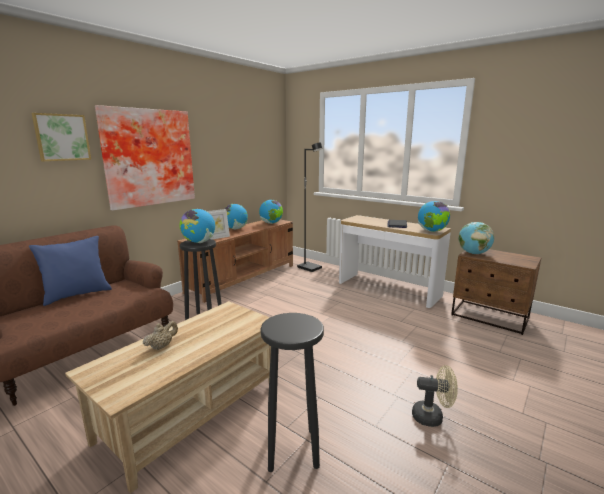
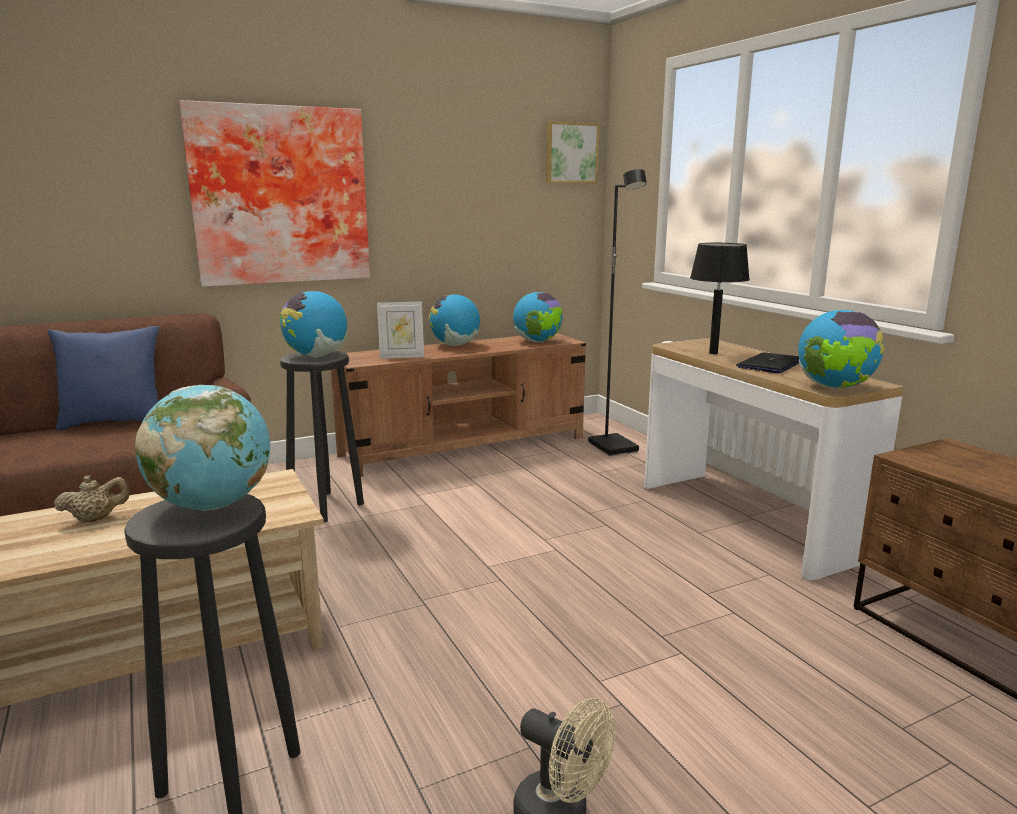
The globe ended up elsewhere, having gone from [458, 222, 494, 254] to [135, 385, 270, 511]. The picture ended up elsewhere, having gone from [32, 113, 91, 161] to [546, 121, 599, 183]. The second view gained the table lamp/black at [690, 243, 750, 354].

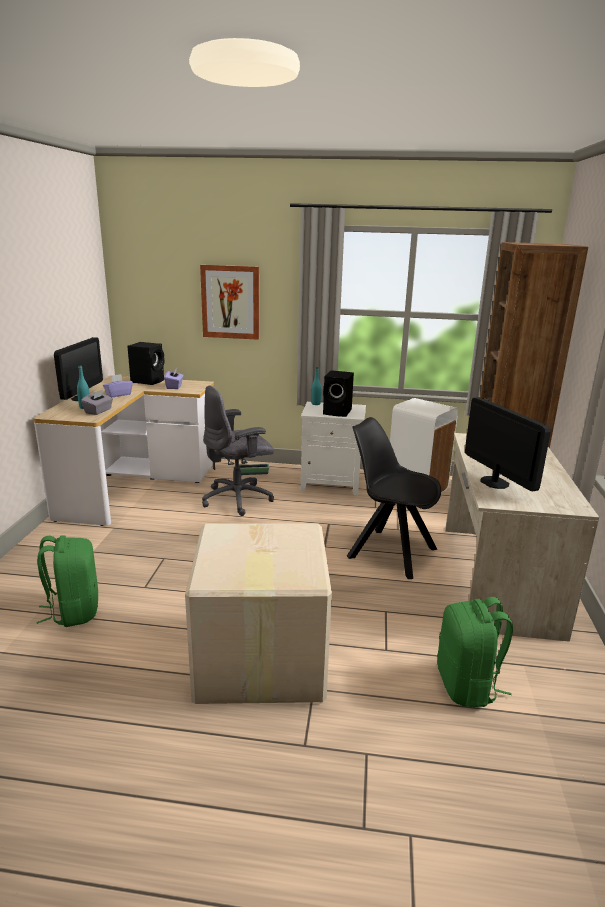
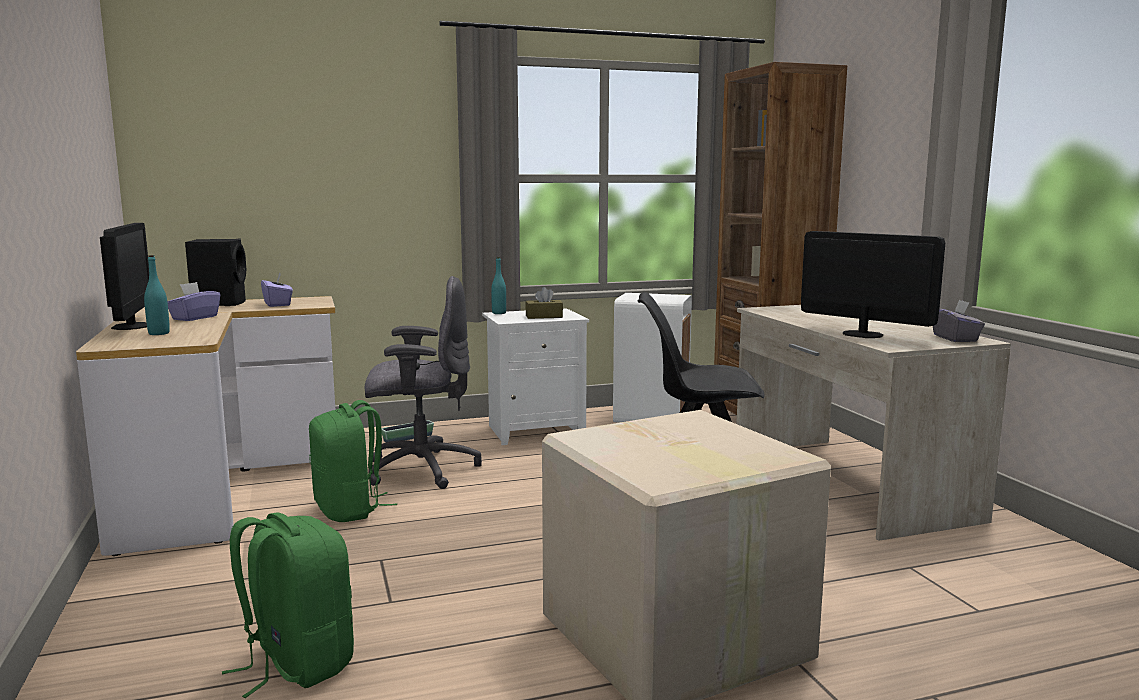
The backpack/green ended up elsewhere, having gone from [437, 597, 513, 707] to [309, 400, 397, 522]. The office chair/grey at [202, 386, 274, 516] ended up facing another way, 135 degrees counterclockwise from before. Where the speaker/black stood at [323, 370, 354, 417], the tissue box/brown came to stand at [525, 287, 563, 319]. The tissue box/grey ended up elsewhere, having gone from [81, 390, 113, 415] to [933, 299, 985, 342]. The second view lost the picture at [200, 265, 259, 340].

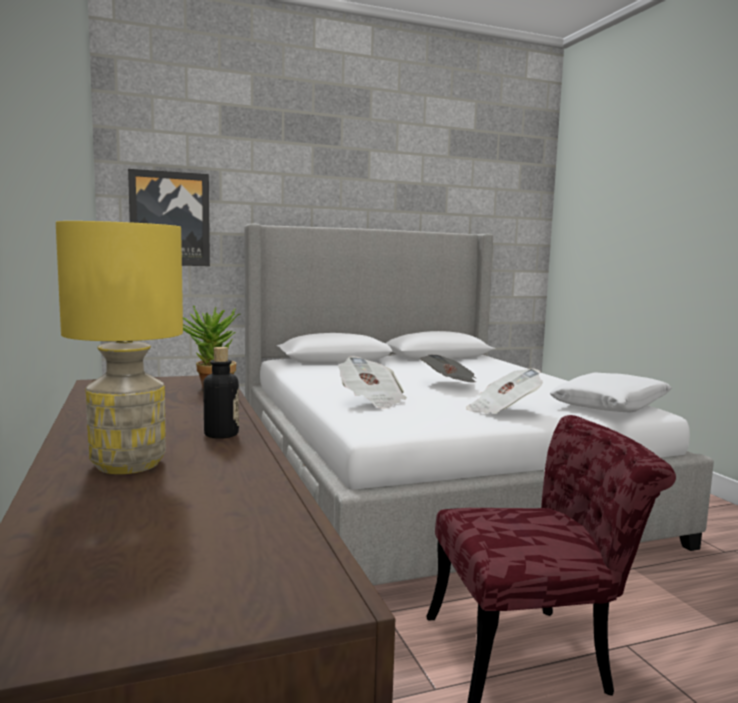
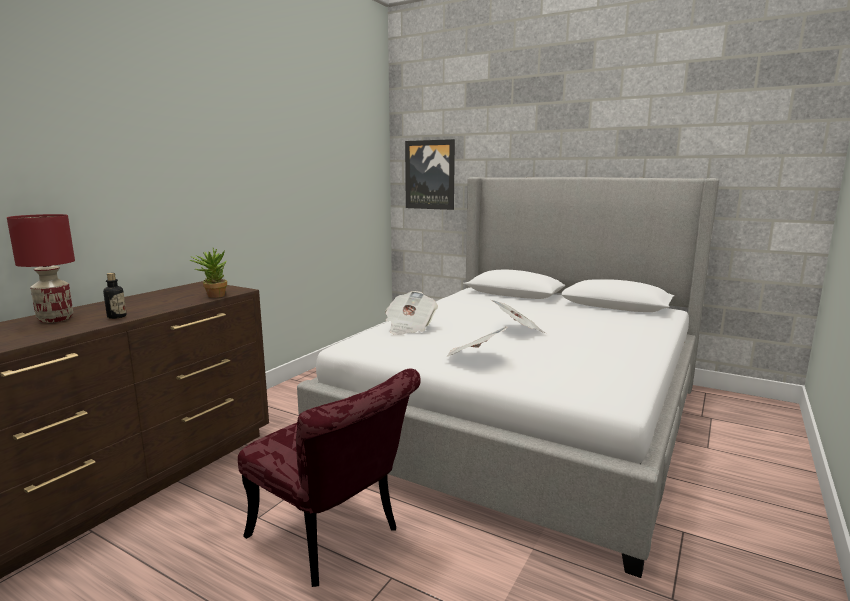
What was the table lamp/yellow at [56, 221, 183, 474] turned into the table lamp/red at [7, 214, 75, 323]. The second view lost the pillow/white at [550, 372, 672, 413].

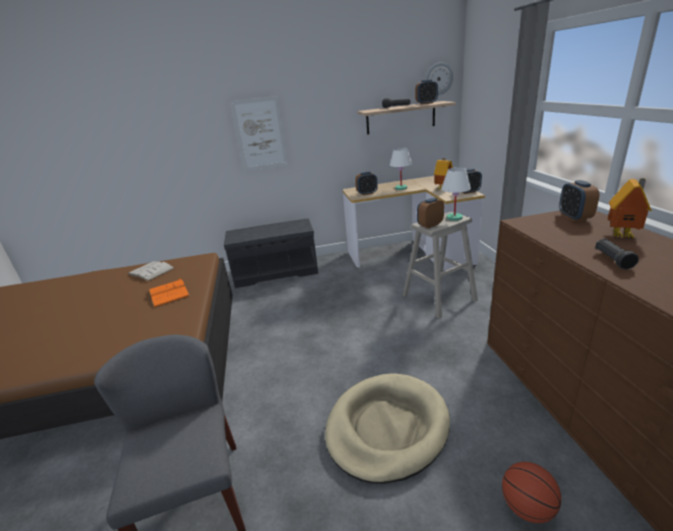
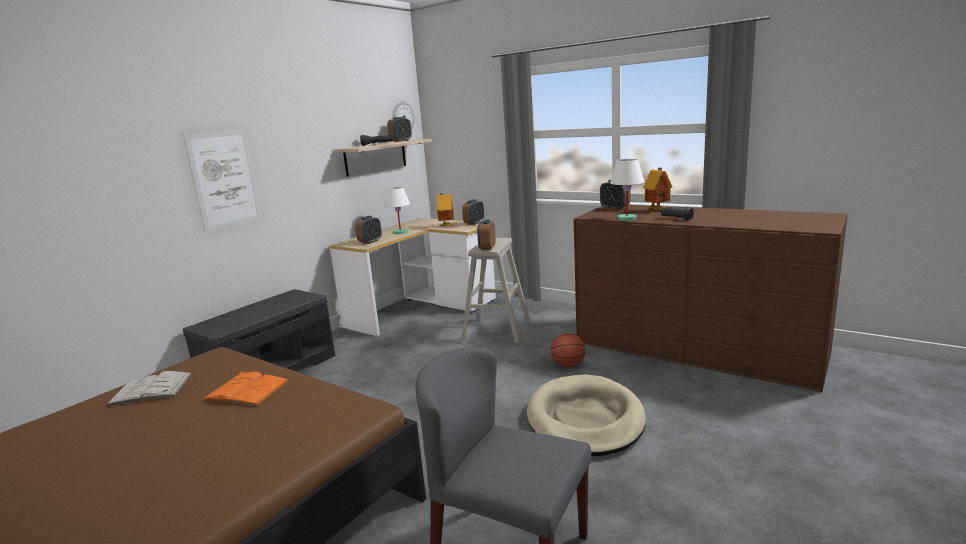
The basketball ended up elsewhere, having gone from [502, 462, 561, 523] to [551, 333, 586, 368]. The table lamp/white ended up elsewhere, having gone from [441, 167, 471, 221] to [610, 159, 645, 221].

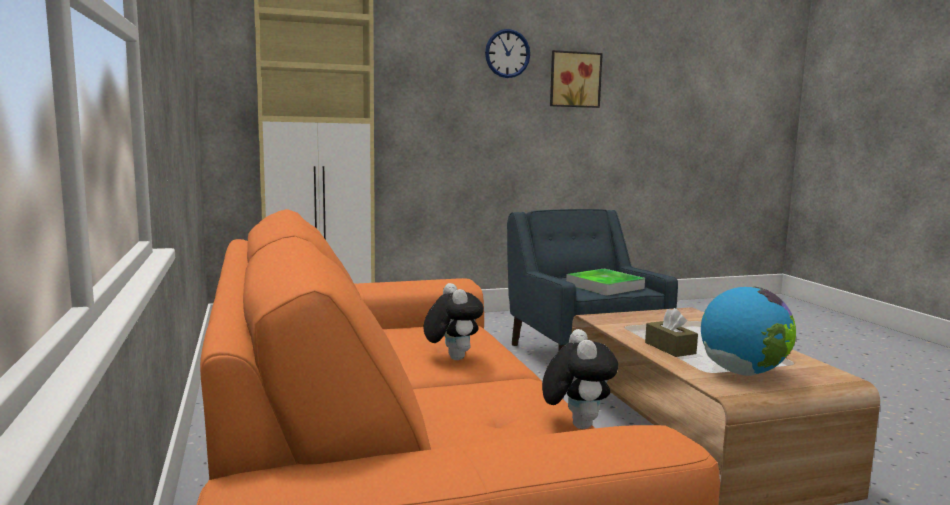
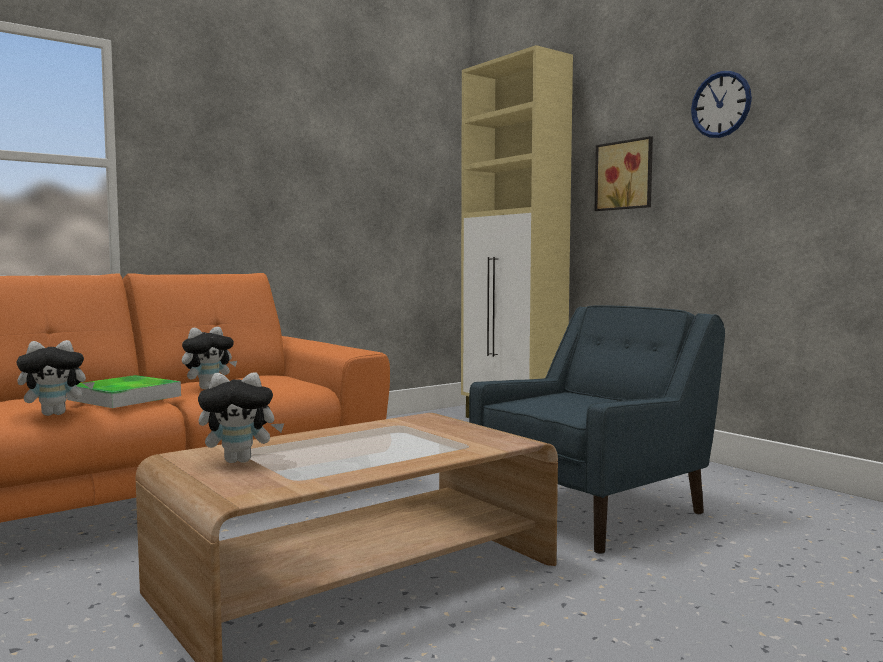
The tray ended up elsewhere, having gone from [566, 269, 645, 296] to [67, 375, 181, 408]. Where the globe stood at [701, 287, 796, 376], the plush toy came to stand at [198, 372, 284, 463]. The picture ended up elsewhere, having gone from [550, 50, 603, 108] to [595, 136, 653, 211]. The second view lost the tissue box/brown at [645, 308, 698, 357].

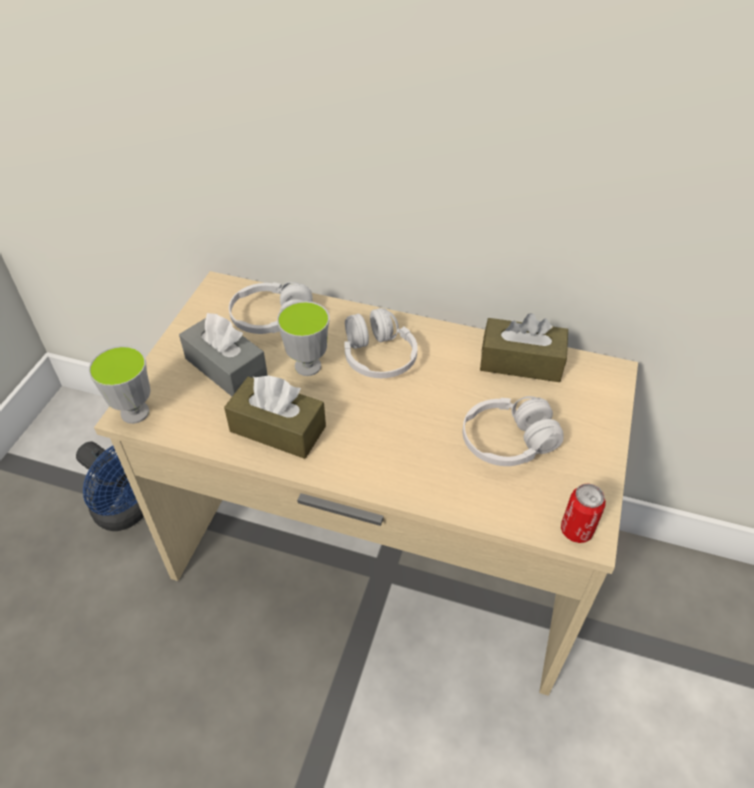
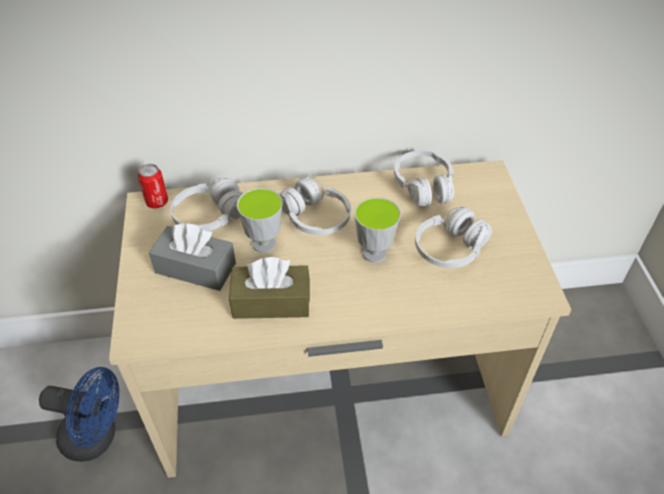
The can ended up elsewhere, having gone from [561, 483, 606, 543] to [138, 164, 168, 209]. The cup ended up elsewhere, having gone from [89, 346, 150, 424] to [354, 197, 401, 263]. Where the tissue box/brown stood at [480, 313, 568, 382], the headphones/white came to stand at [394, 150, 454, 207].

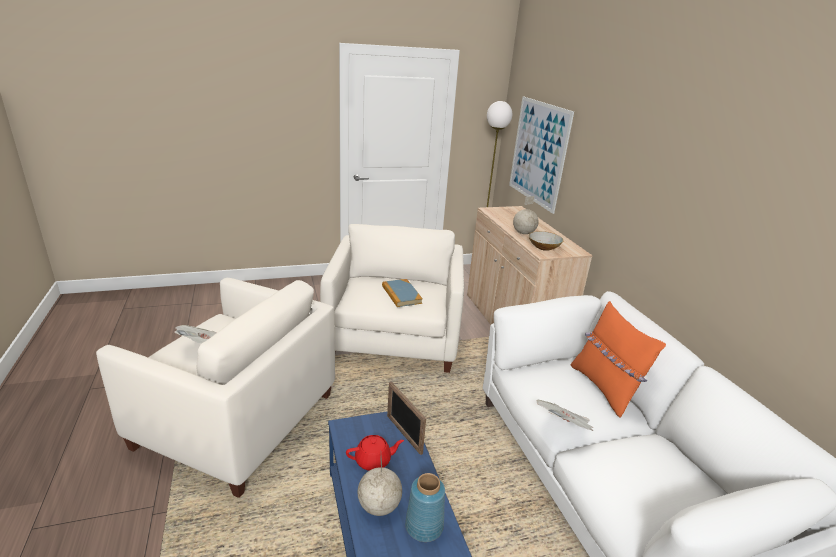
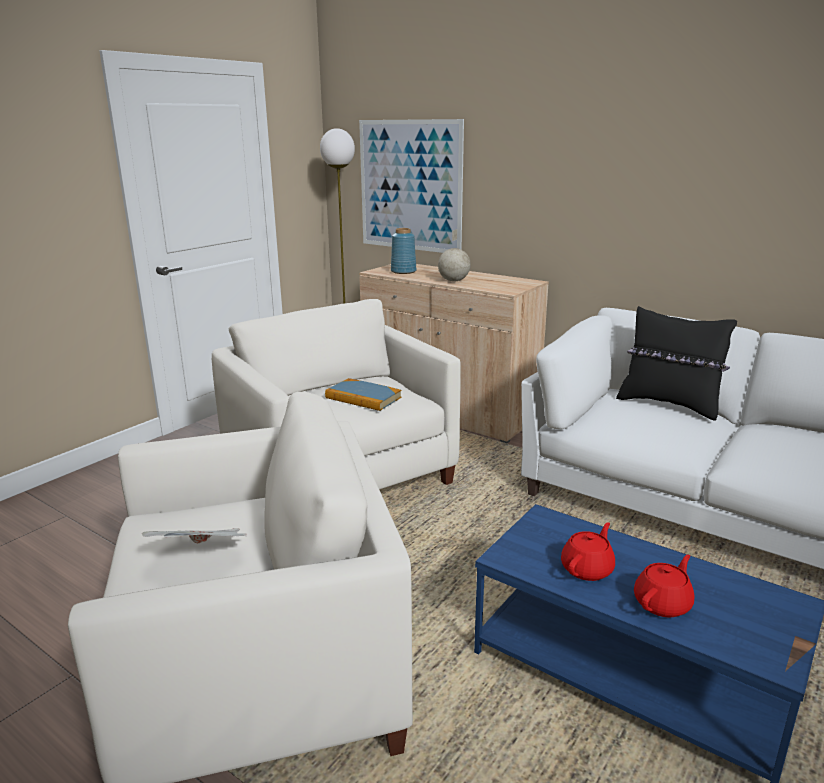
The vase/blue ended up elsewhere, having gone from [405, 473, 445, 542] to [391, 228, 417, 274]. What was the pillow/orange at [570, 301, 666, 418] turned into the pillow/black at [616, 306, 737, 421]. Where the globe stood at [357, 456, 402, 516], the teapot/red came to stand at [634, 555, 694, 618]. The second view lost the picture frame at [387, 382, 426, 455]. The second view lost the bowl at [529, 231, 564, 251]. The second view lost the newspaper at [537, 399, 593, 431].

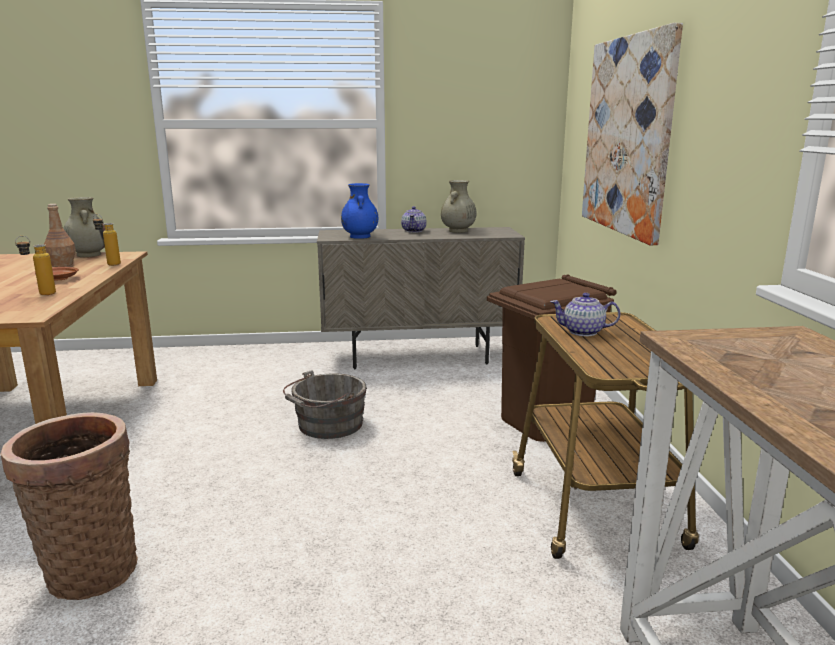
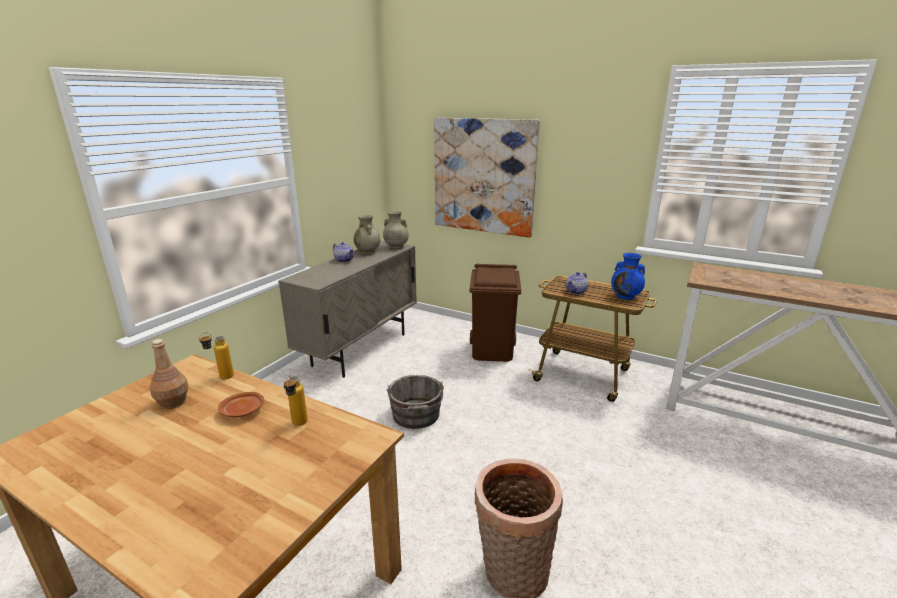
The vase/beige ended up elsewhere, having gone from [63, 197, 105, 257] to [383, 211, 409, 249]. The vase/blue ended up elsewhere, having gone from [341, 183, 378, 239] to [611, 253, 645, 300].

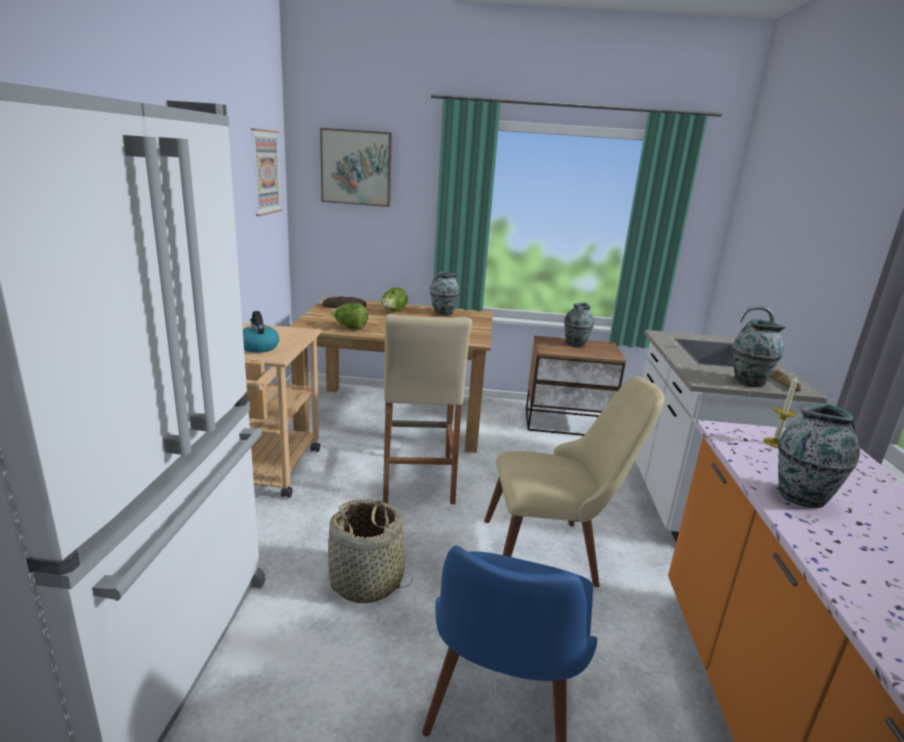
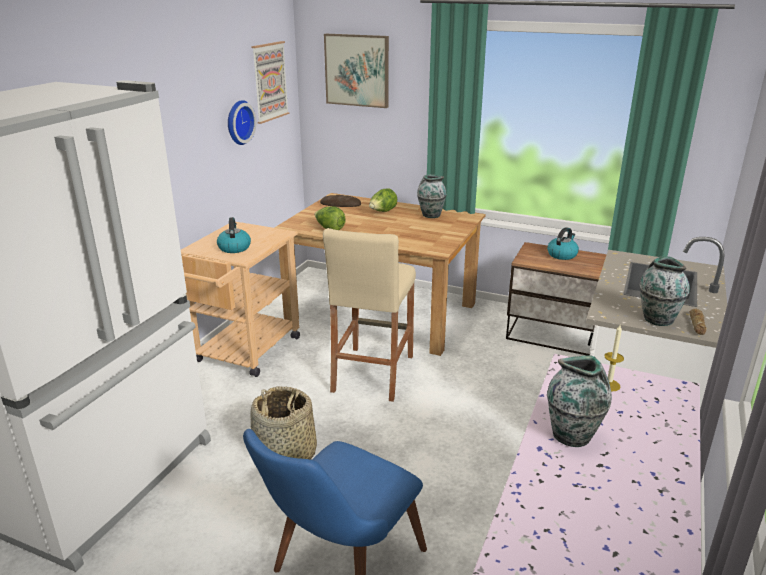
The second view gained the wall clock at [228, 100, 256, 145]. Where the vase stood at [564, 302, 594, 347], the kettle came to stand at [547, 227, 579, 260]. The second view lost the chair/beige at [484, 376, 665, 587].

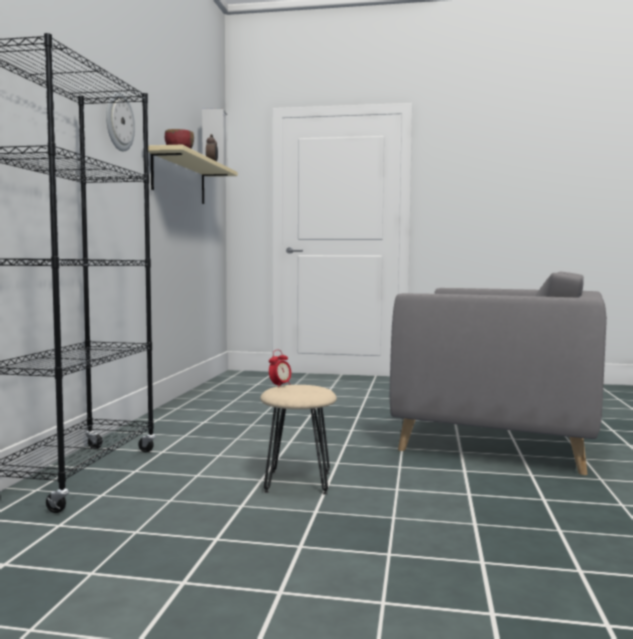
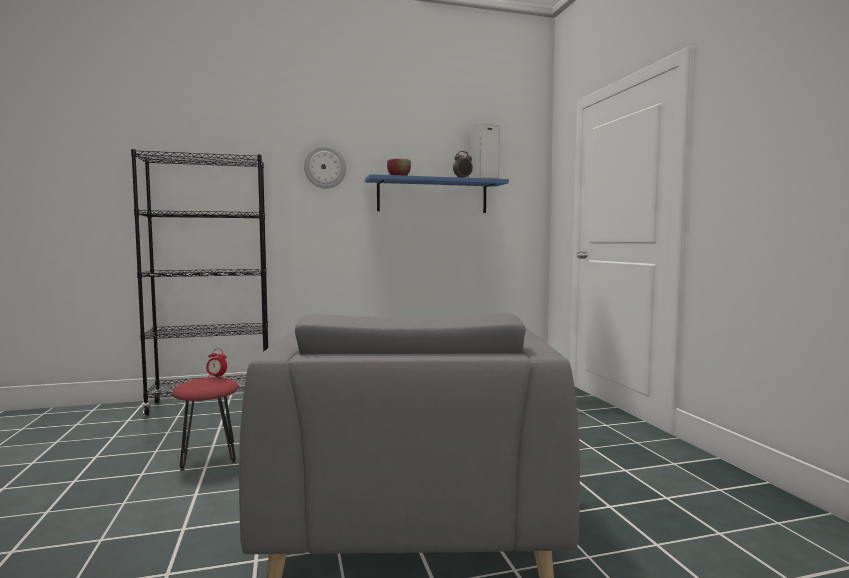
What was the stool/beige at [260, 385, 337, 495] turned into the stool/red at [172, 377, 239, 471]. What was the shelf/beige at [148, 145, 238, 204] turned into the shelf/blue at [365, 174, 509, 213].

